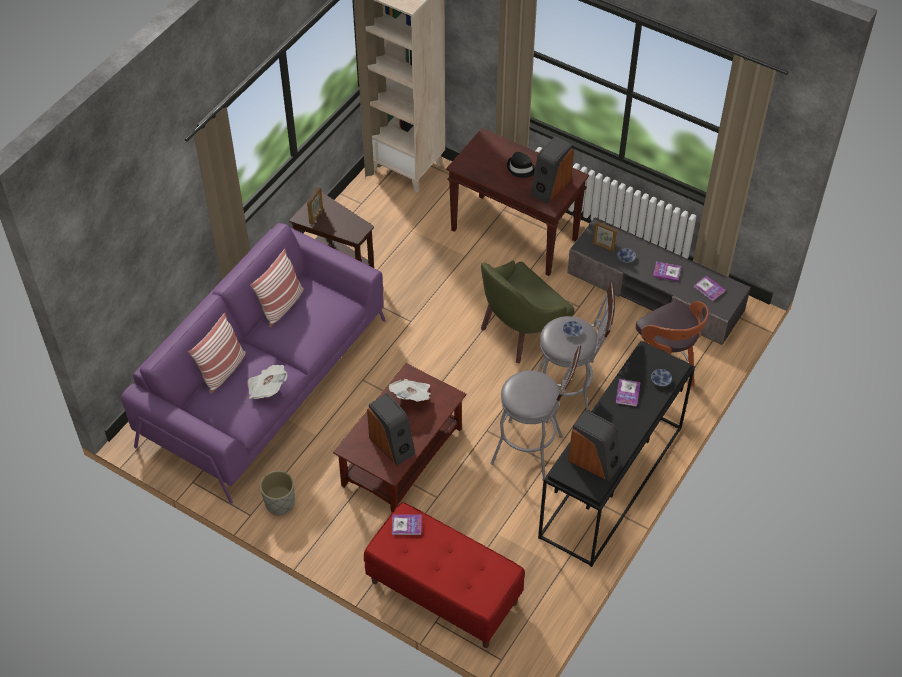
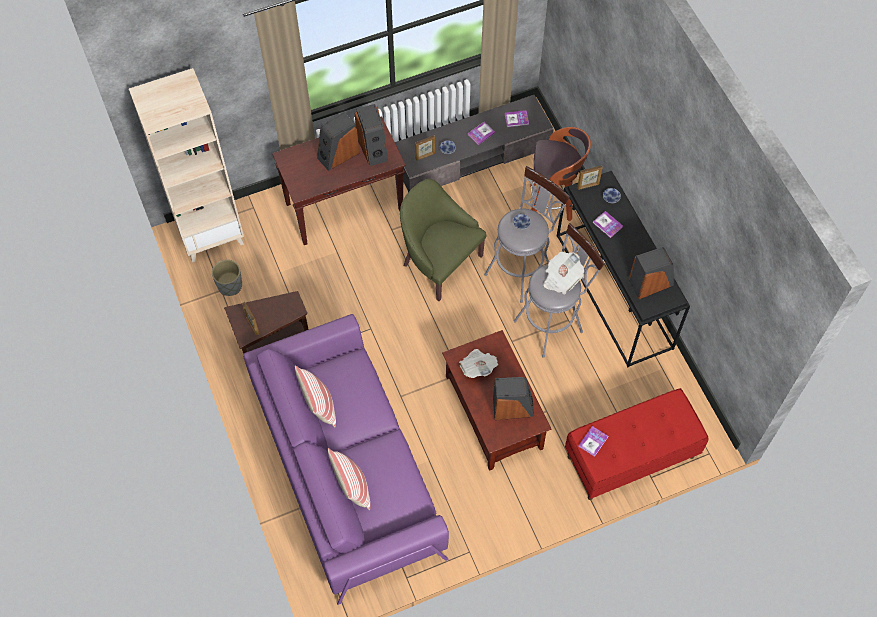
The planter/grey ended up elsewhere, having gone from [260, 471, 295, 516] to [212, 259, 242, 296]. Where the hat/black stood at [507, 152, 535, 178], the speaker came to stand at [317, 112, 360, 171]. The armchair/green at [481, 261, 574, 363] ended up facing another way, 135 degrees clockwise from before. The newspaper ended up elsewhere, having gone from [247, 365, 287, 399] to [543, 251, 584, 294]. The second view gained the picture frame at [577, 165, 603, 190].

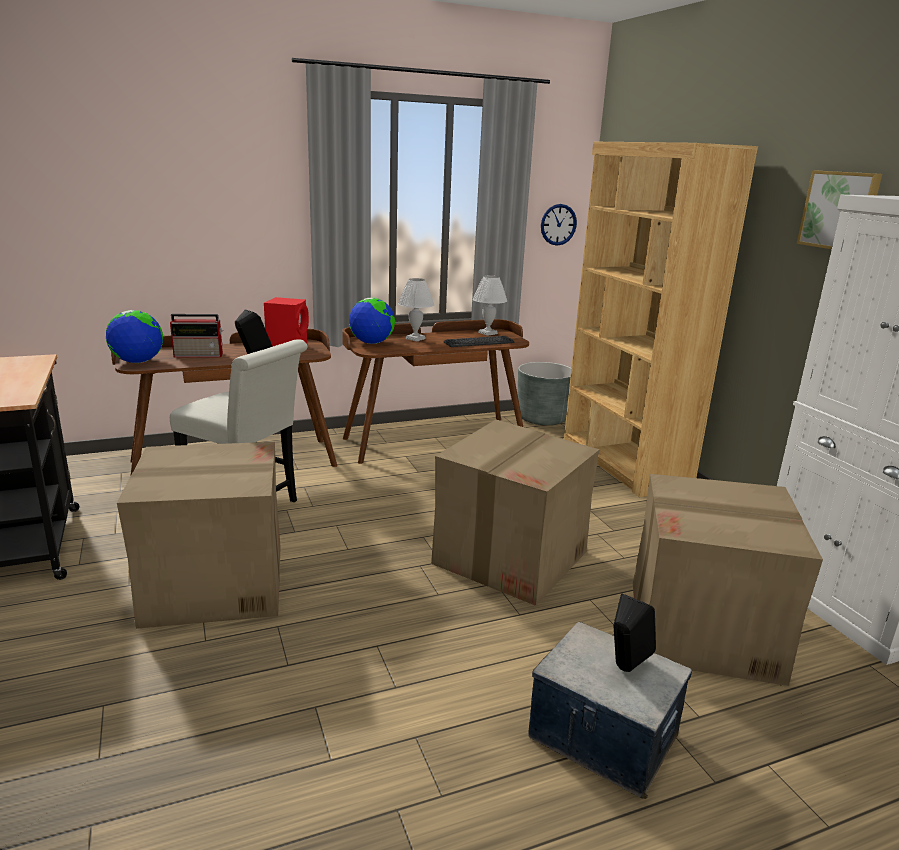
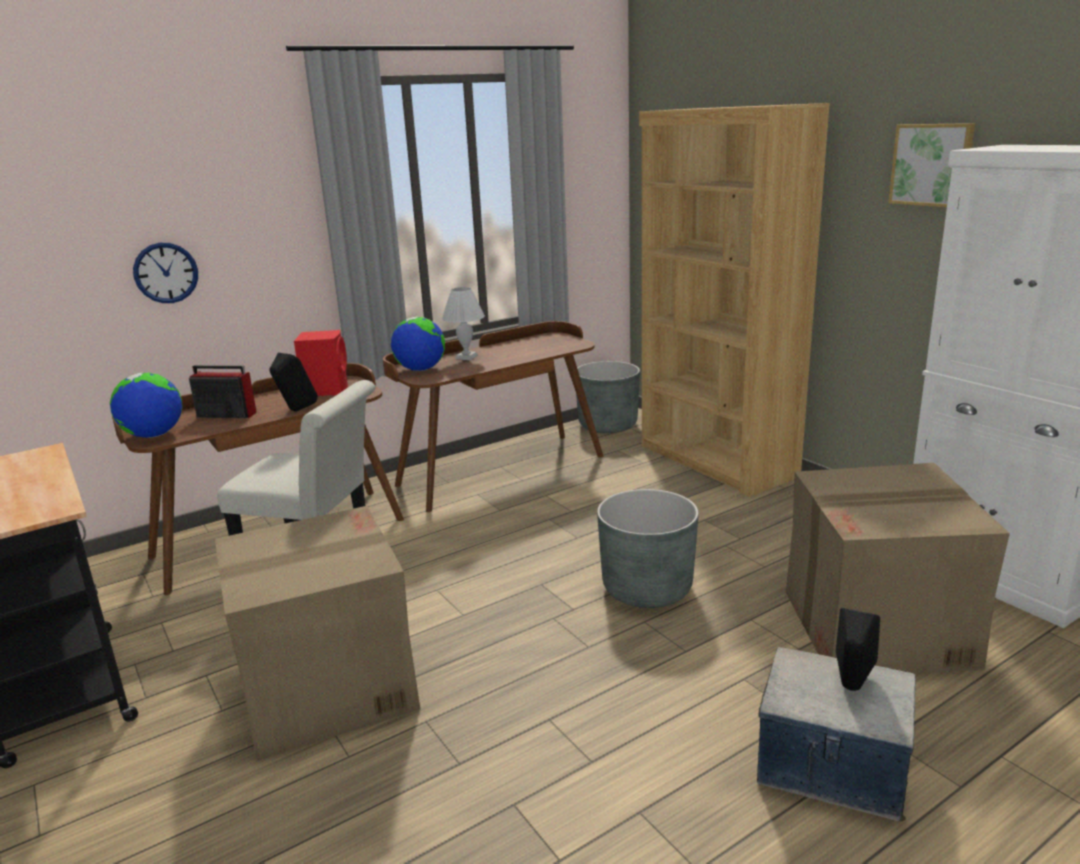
The wall clock ended up elsewhere, having gone from [541, 204, 577, 246] to [133, 243, 198, 303]. The radio at [170, 314, 223, 357] ended up facing another way, 150 degrees counterclockwise from before. Where the cardboard box stood at [431, 420, 600, 606], the planter/grey came to stand at [597, 489, 699, 608]. The second view lost the keyboard at [443, 336, 514, 347]. The second view lost the table lamp/white at [473, 275, 507, 336].

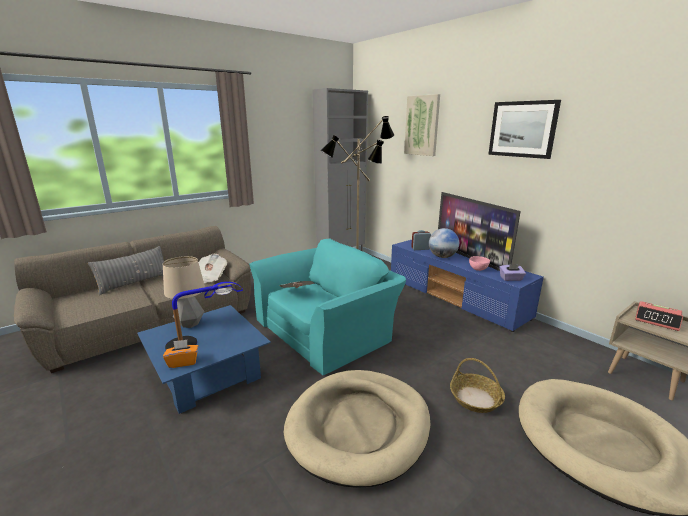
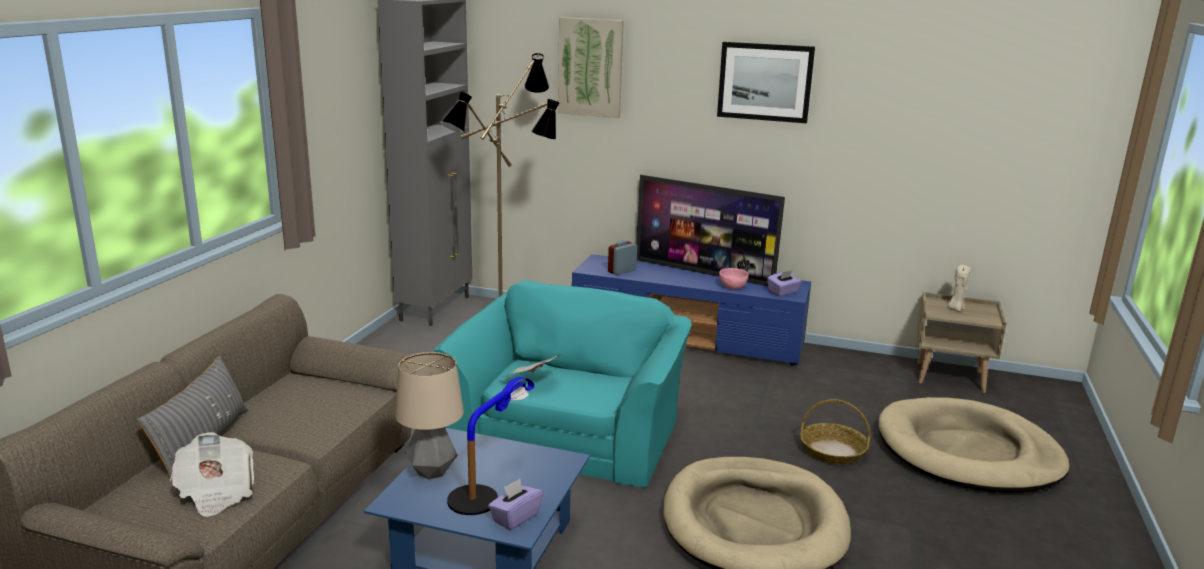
The newspaper ended up elsewhere, having gone from [198, 254, 227, 283] to [170, 432, 254, 517]. What was the tissue box/orange at [163, 340, 198, 368] turned into the tissue box/purple at [488, 479, 543, 530]. Where the alarm clock stood at [635, 301, 683, 331], the candle/beige came to stand at [947, 265, 971, 312]. The second view lost the globe at [429, 228, 459, 258].

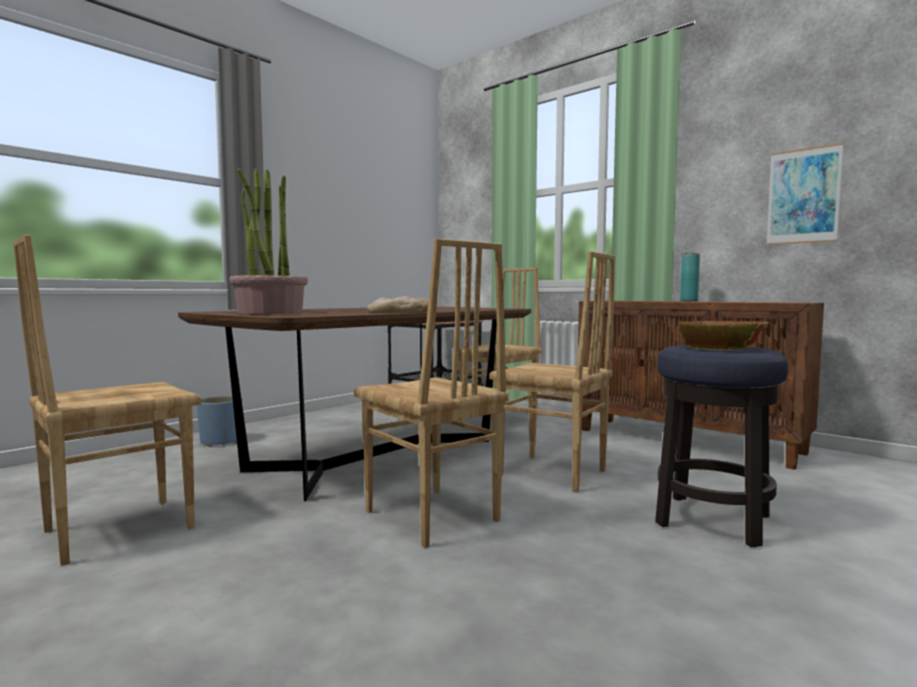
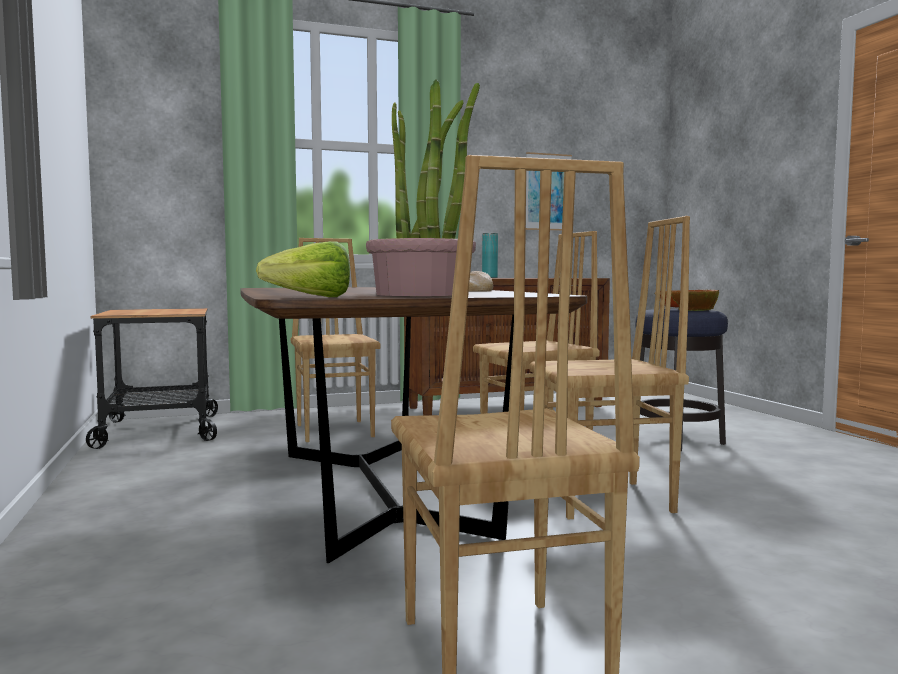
The second view gained the lettuce at [256, 241, 350, 297]. The second view lost the planter/blue at [197, 395, 242, 447].

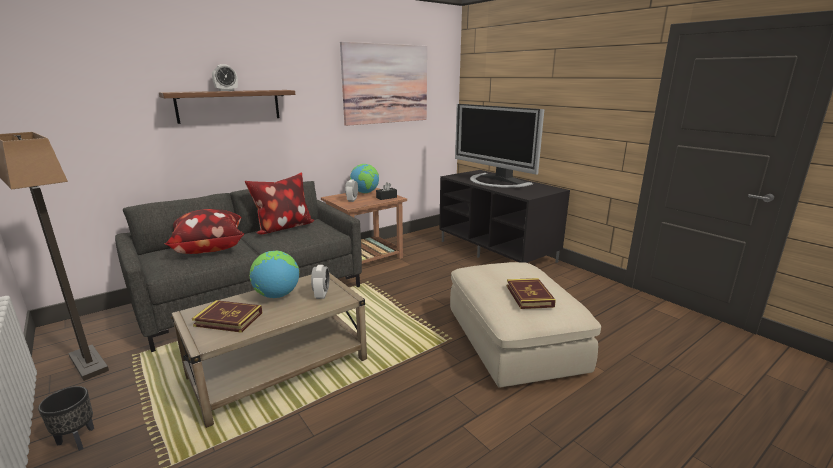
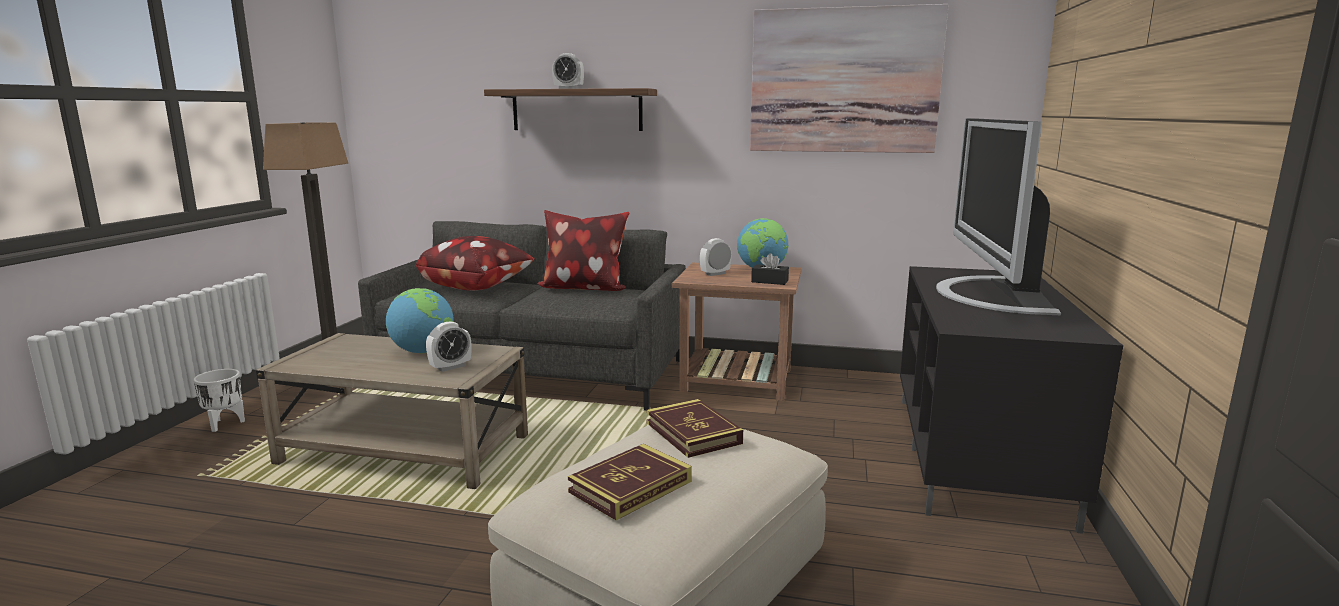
What was the planter/black at [38, 386, 94, 451] turned into the planter/white at [193, 369, 245, 432]. The book ended up elsewhere, having gone from [192, 300, 262, 333] to [646, 399, 743, 458].

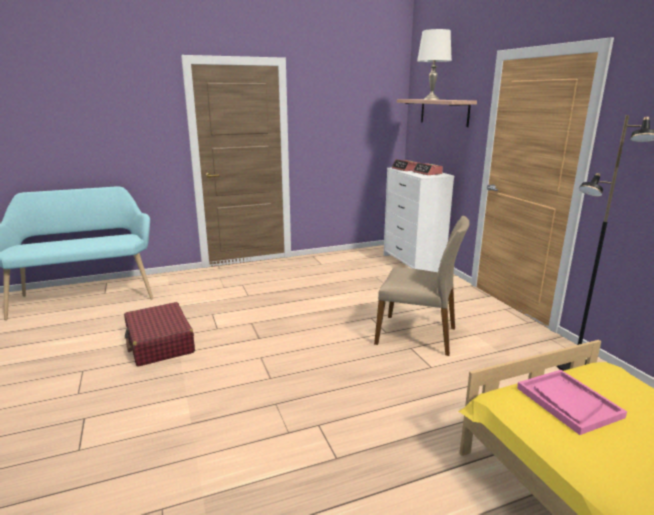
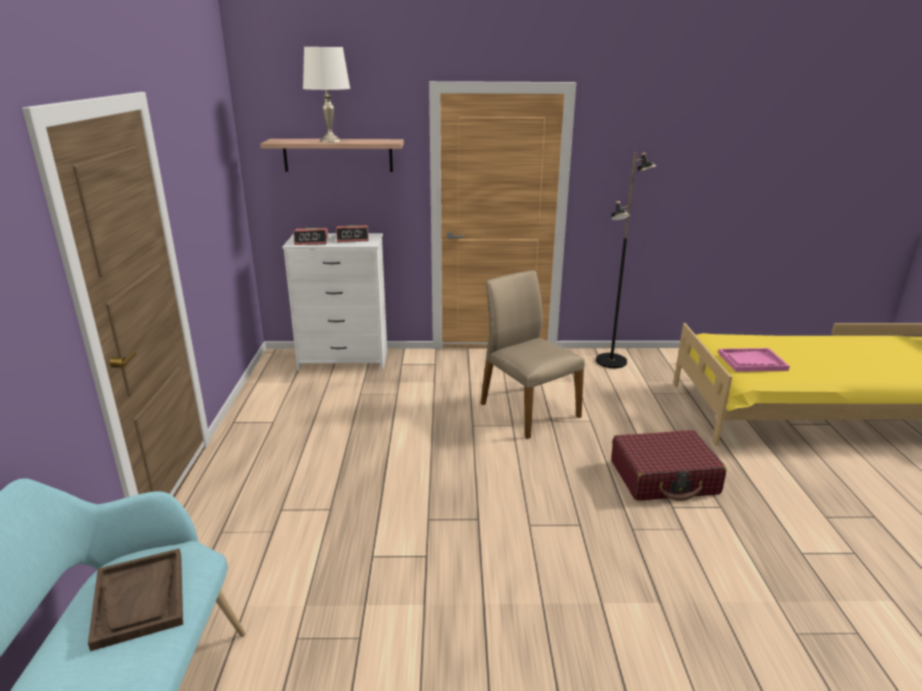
The second view gained the tray/brown at [88, 548, 183, 651]. The chair/beige at [374, 216, 469, 356] ended up facing another way, 75 degrees counterclockwise from before. The suitcase/red ended up elsewhere, having gone from [124, 302, 195, 367] to [611, 430, 727, 501].

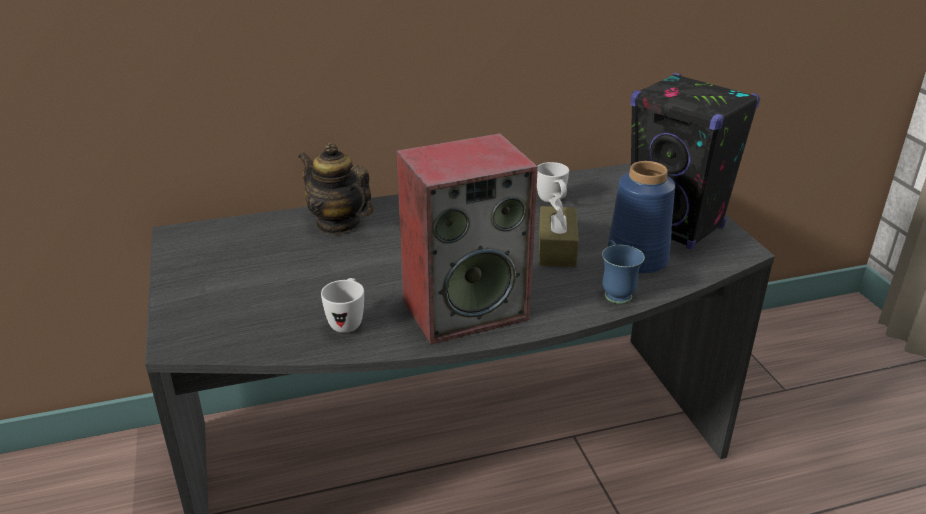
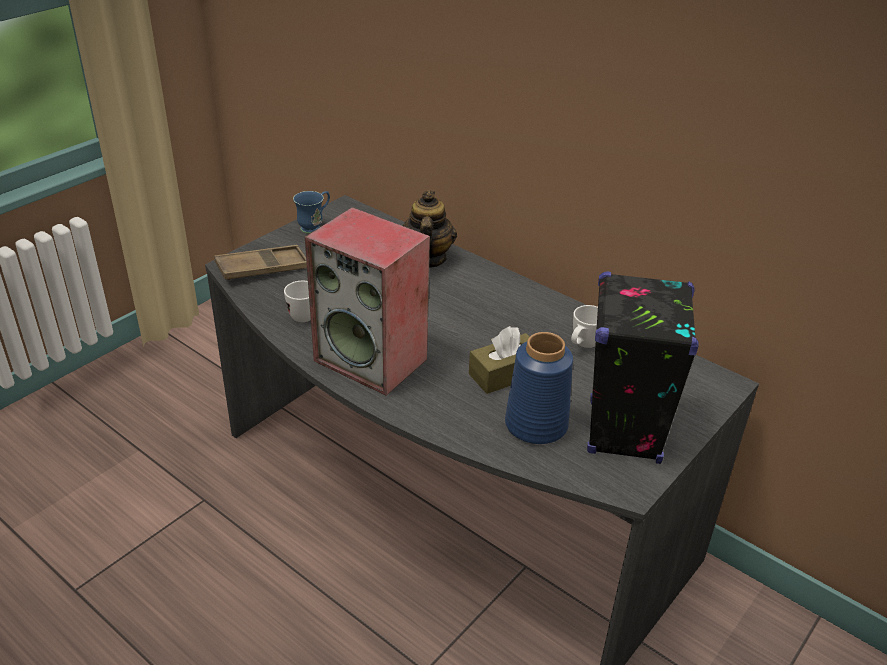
The second view gained the tray/brown at [214, 245, 307, 281]. The mug/blue ended up elsewhere, having gone from [602, 240, 645, 304] to [293, 191, 330, 234].

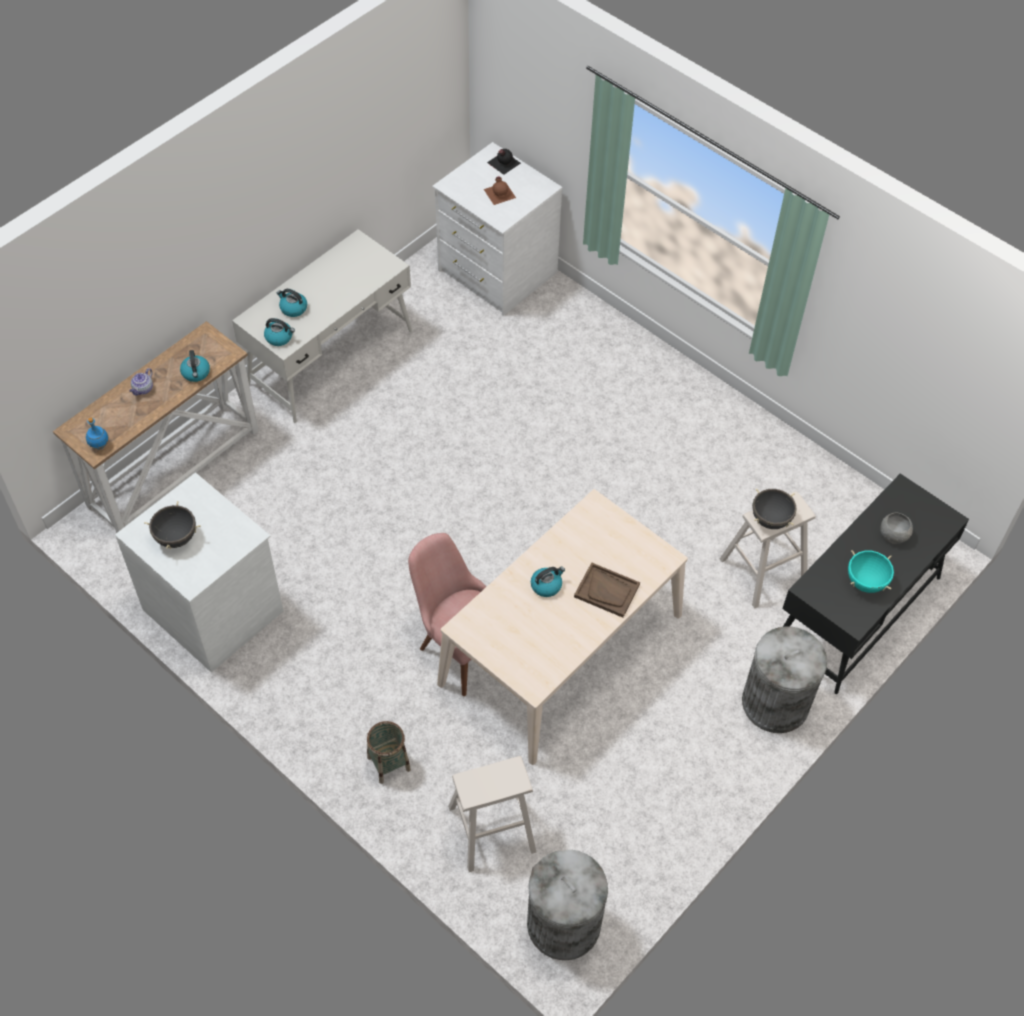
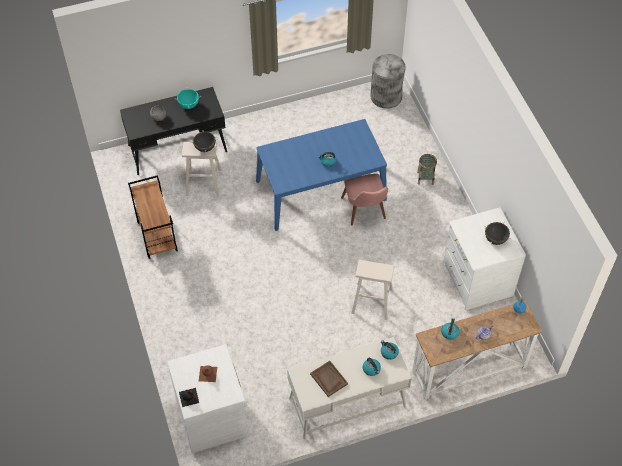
The second view gained the cart/brown at [128, 175, 178, 259]. What was the dining table/beige at [437, 489, 688, 765] turned into the dining table/blue at [256, 119, 387, 231]. The tray/brown ended up elsewhere, having gone from [574, 563, 640, 618] to [310, 361, 348, 397]. The stool/beige ended up elsewhere, having gone from [448, 756, 536, 872] to [351, 260, 394, 320]. The second view lost the trash can/grey at [742, 626, 827, 733].

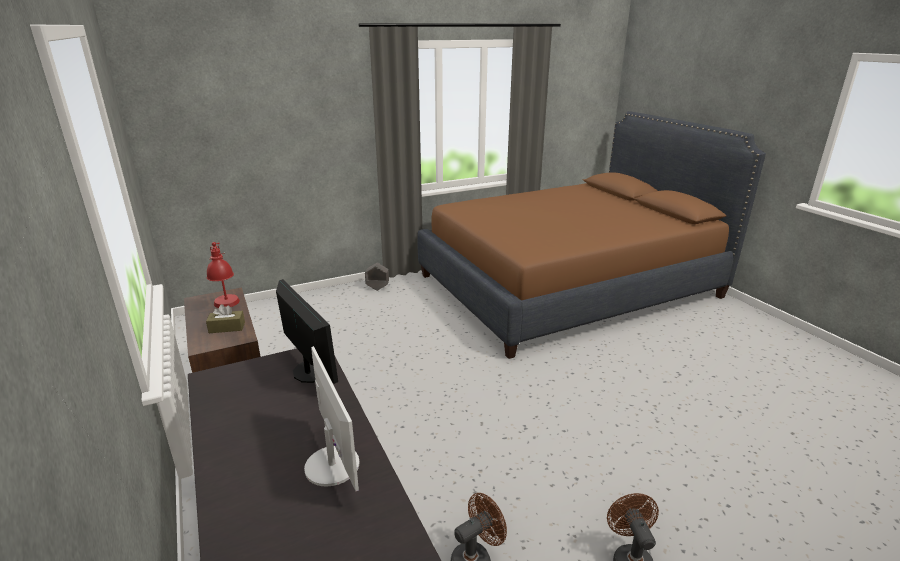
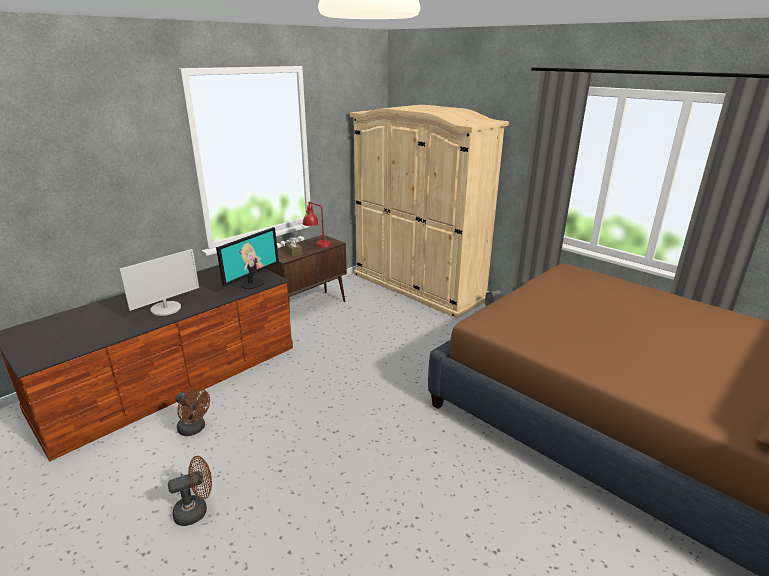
The second view gained the wardrobe/beige at [350, 105, 509, 318].

